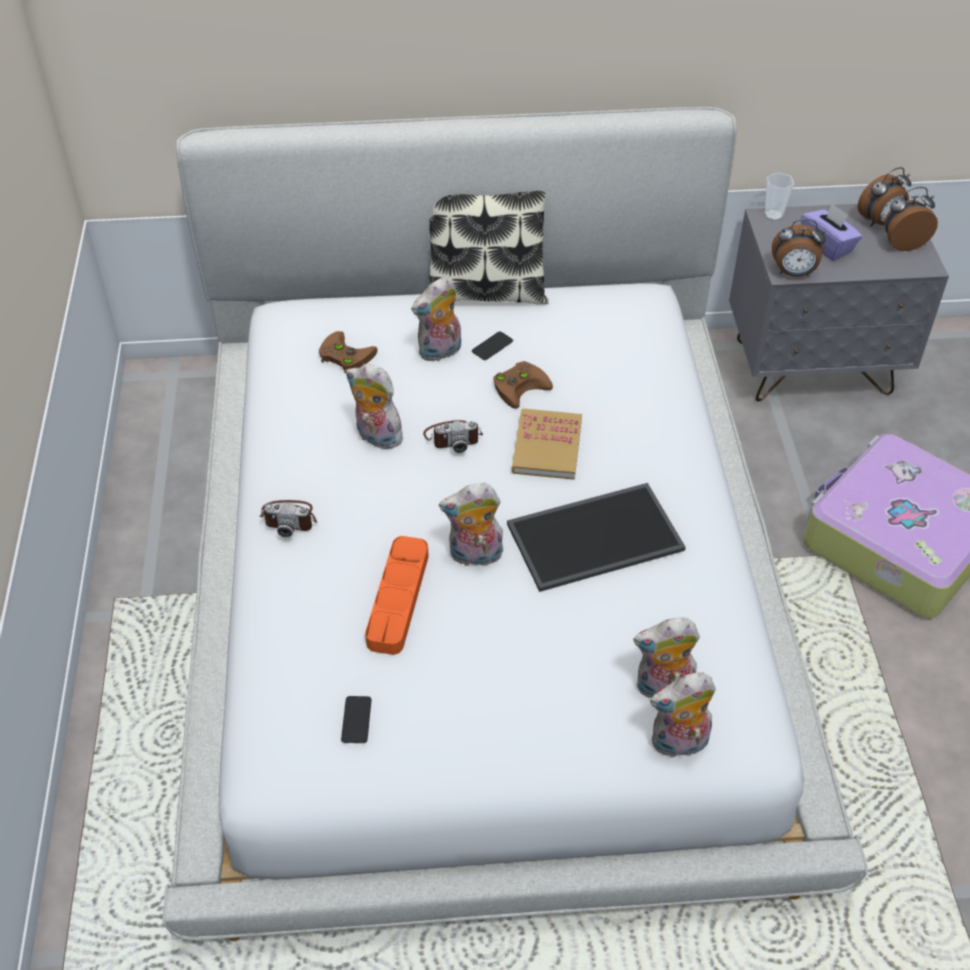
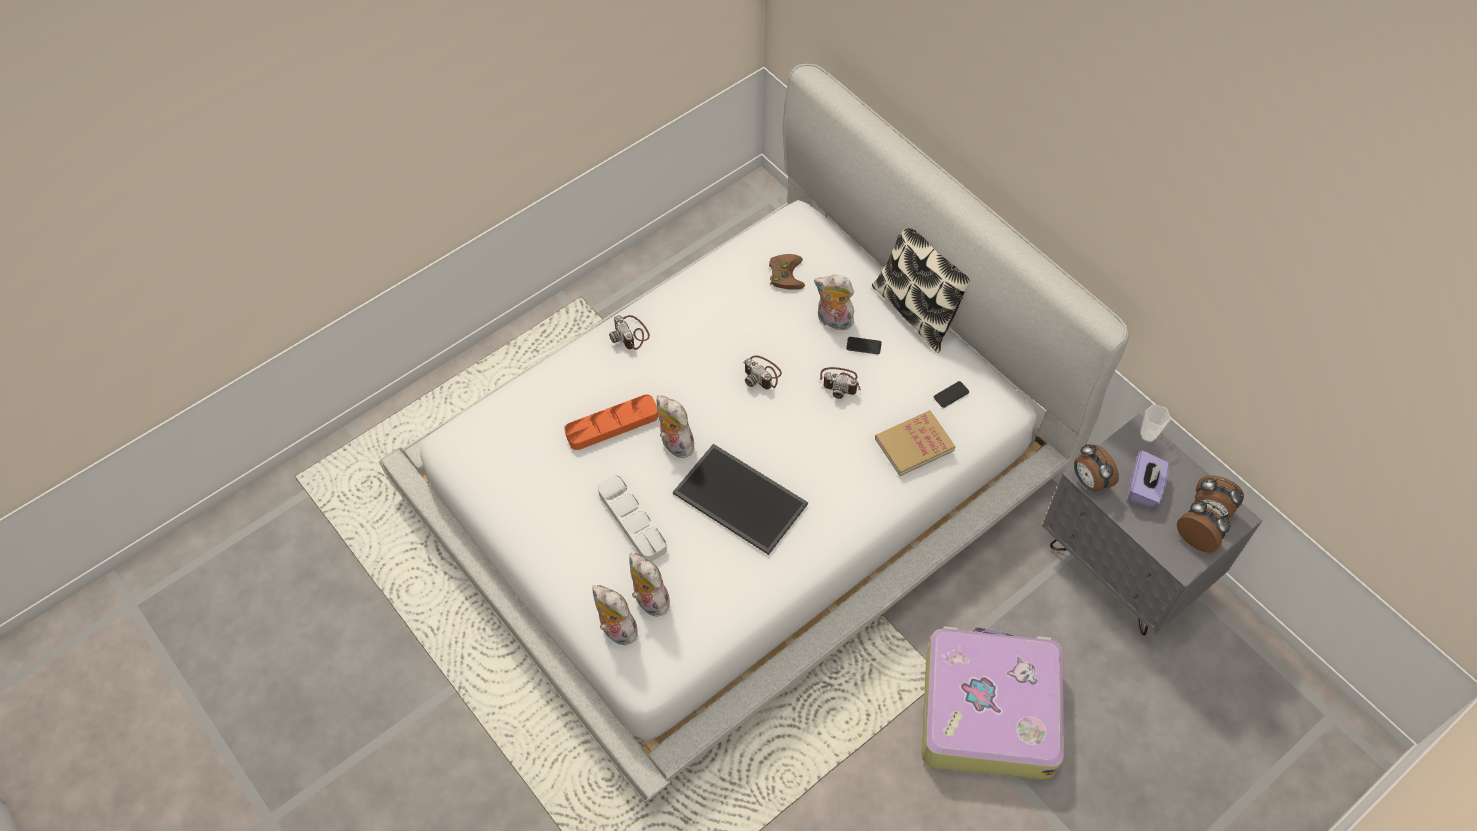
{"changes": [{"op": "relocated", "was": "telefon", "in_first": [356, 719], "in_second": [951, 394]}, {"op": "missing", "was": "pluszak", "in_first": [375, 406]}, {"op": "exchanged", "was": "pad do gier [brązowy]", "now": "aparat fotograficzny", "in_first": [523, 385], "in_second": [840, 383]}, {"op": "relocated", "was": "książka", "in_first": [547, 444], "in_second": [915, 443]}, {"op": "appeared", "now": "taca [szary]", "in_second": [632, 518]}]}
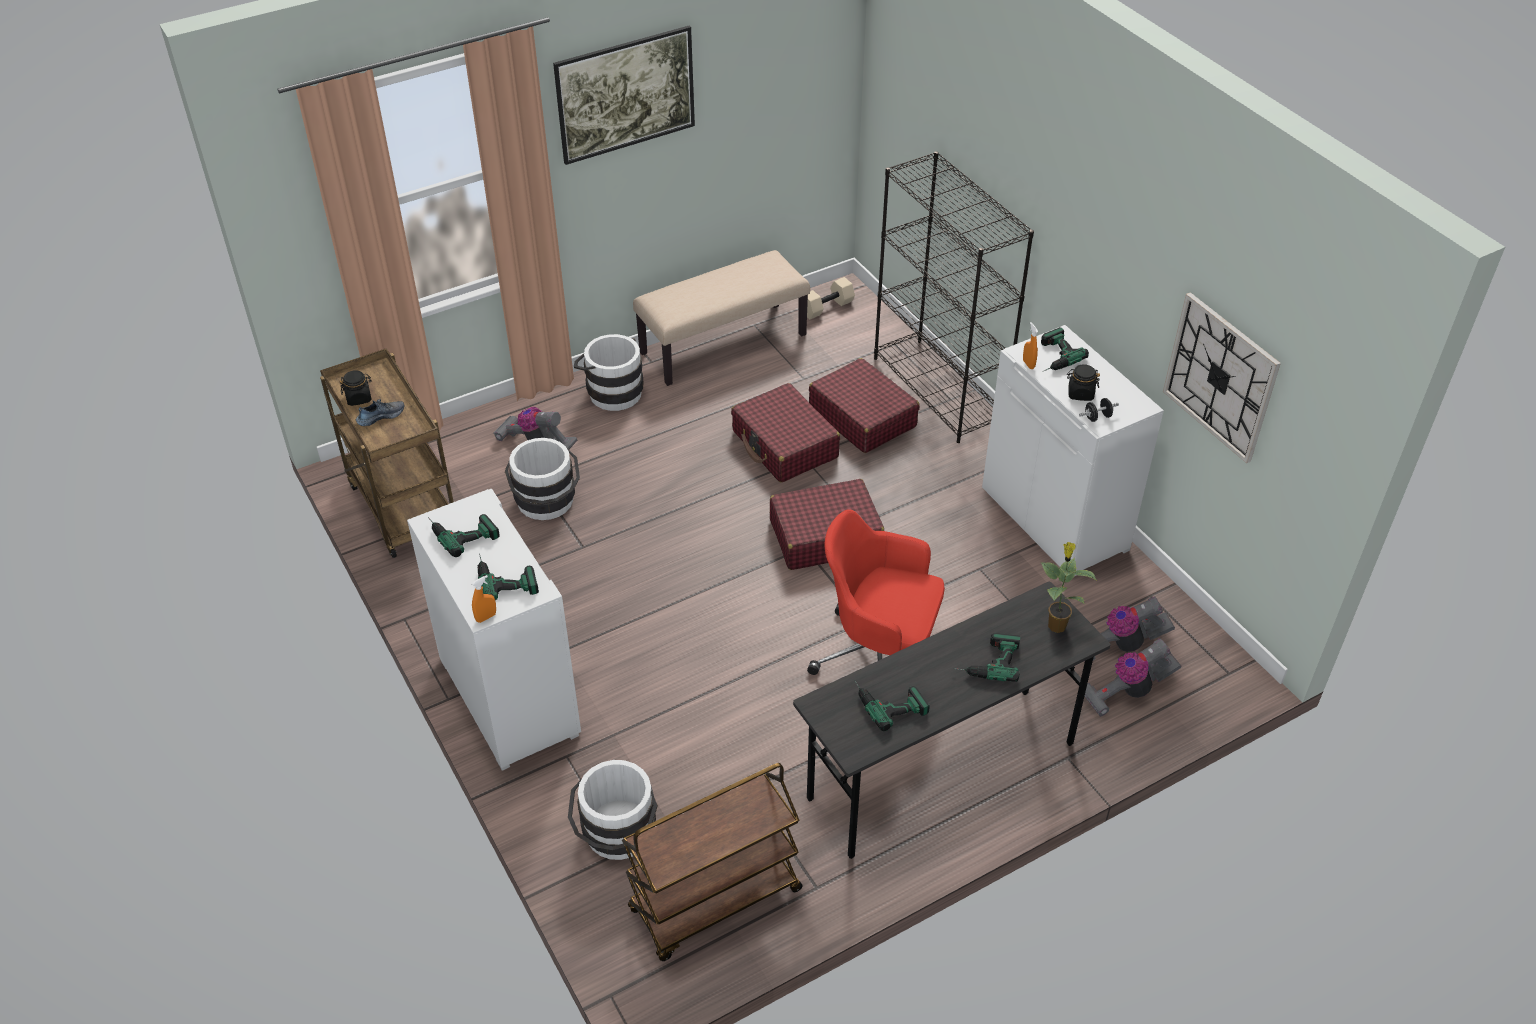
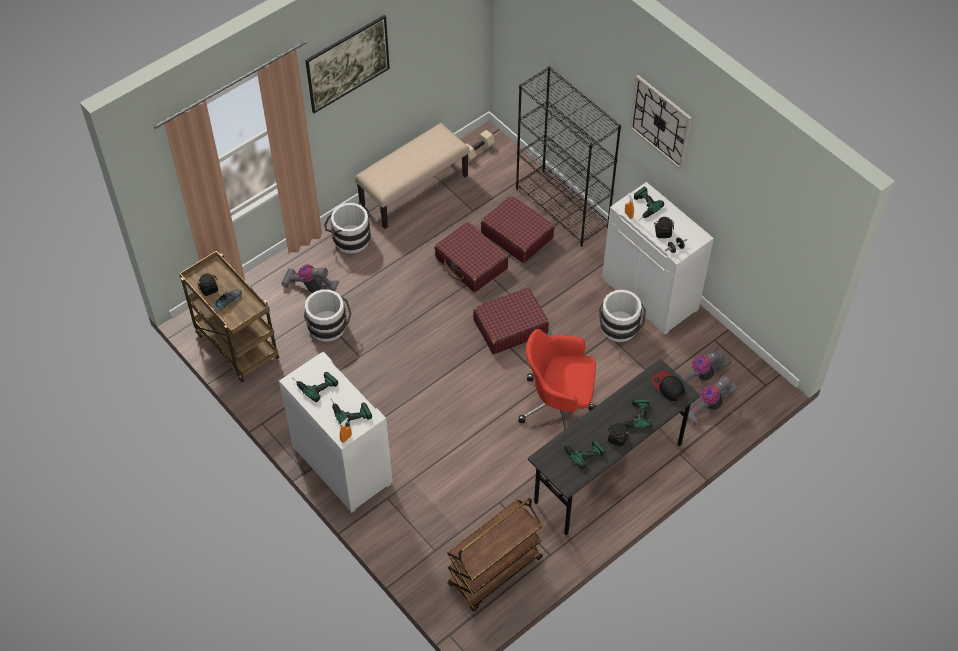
{"changes": [{"op": "relocated", "was": "wiadro [biały]", "in_first": [613, 810], "in_second": [622, 316]}, {"op": "exchanged", "was": "roślina doniczkowa", "now": "czapka z daszkiem", "in_first": [1069, 587], "in_second": [668, 386]}, {"op": "relocated", "was": "zegar ścienny", "in_first": [1222, 377], "in_second": [661, 122]}, {"op": "appeared", "now": "słoik [czarny]", "in_second": [618, 434]}]}
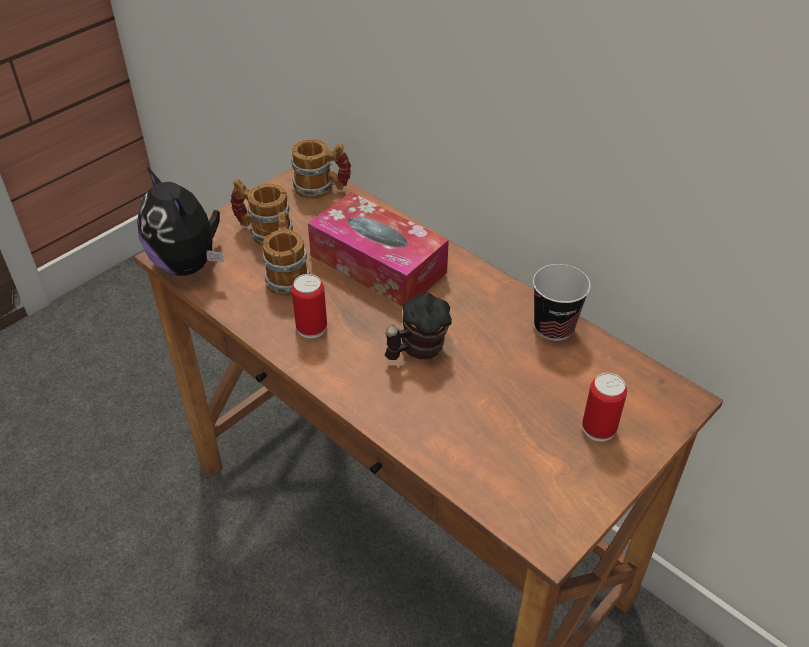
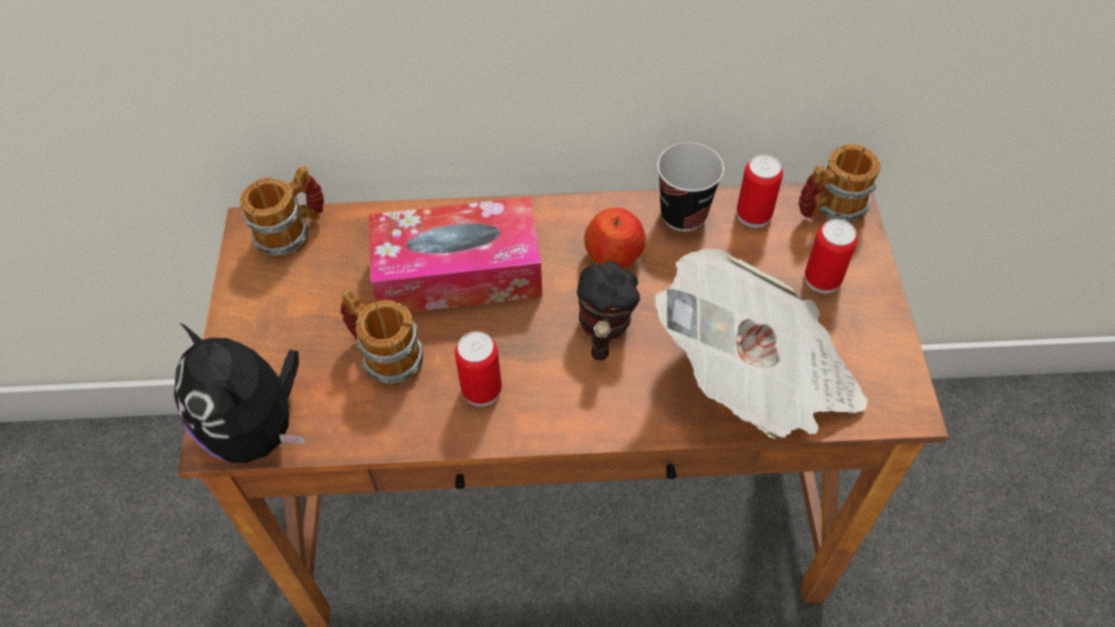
{"changes": [{"op": "spun", "was": "pluszak", "in_first": [180, 221], "in_second": [240, 393], "clockwise": 45}, {"op": "relocated", "was": "kubek", "in_first": [262, 212], "in_second": [840, 184]}, {"op": "appeared", "now": "jabłko", "in_second": [615, 238]}, {"op": "appeared", "now": "gazeta", "in_second": [761, 344]}, {"op": "appeared", "now": "puszka", "in_second": [760, 191]}]}
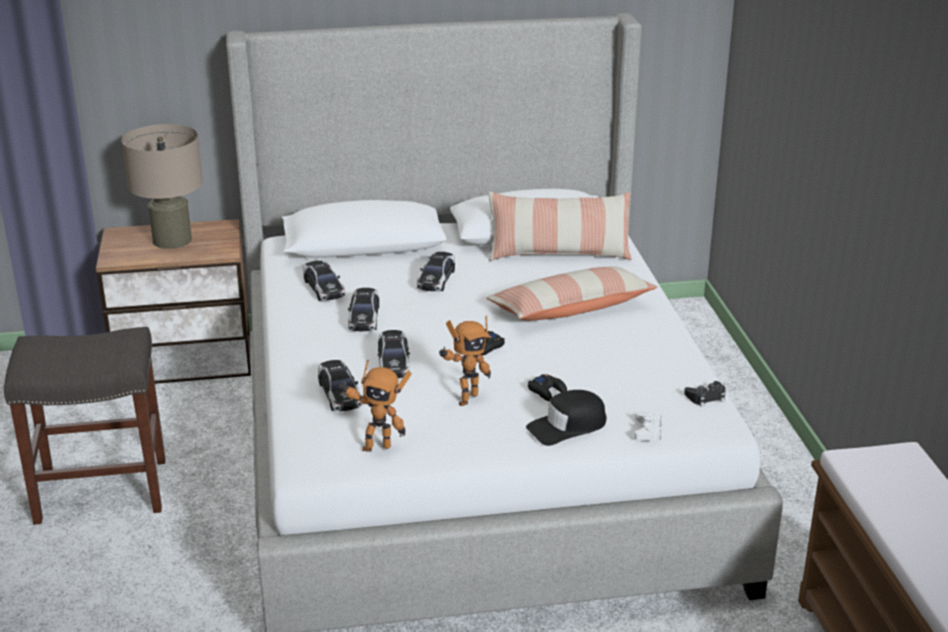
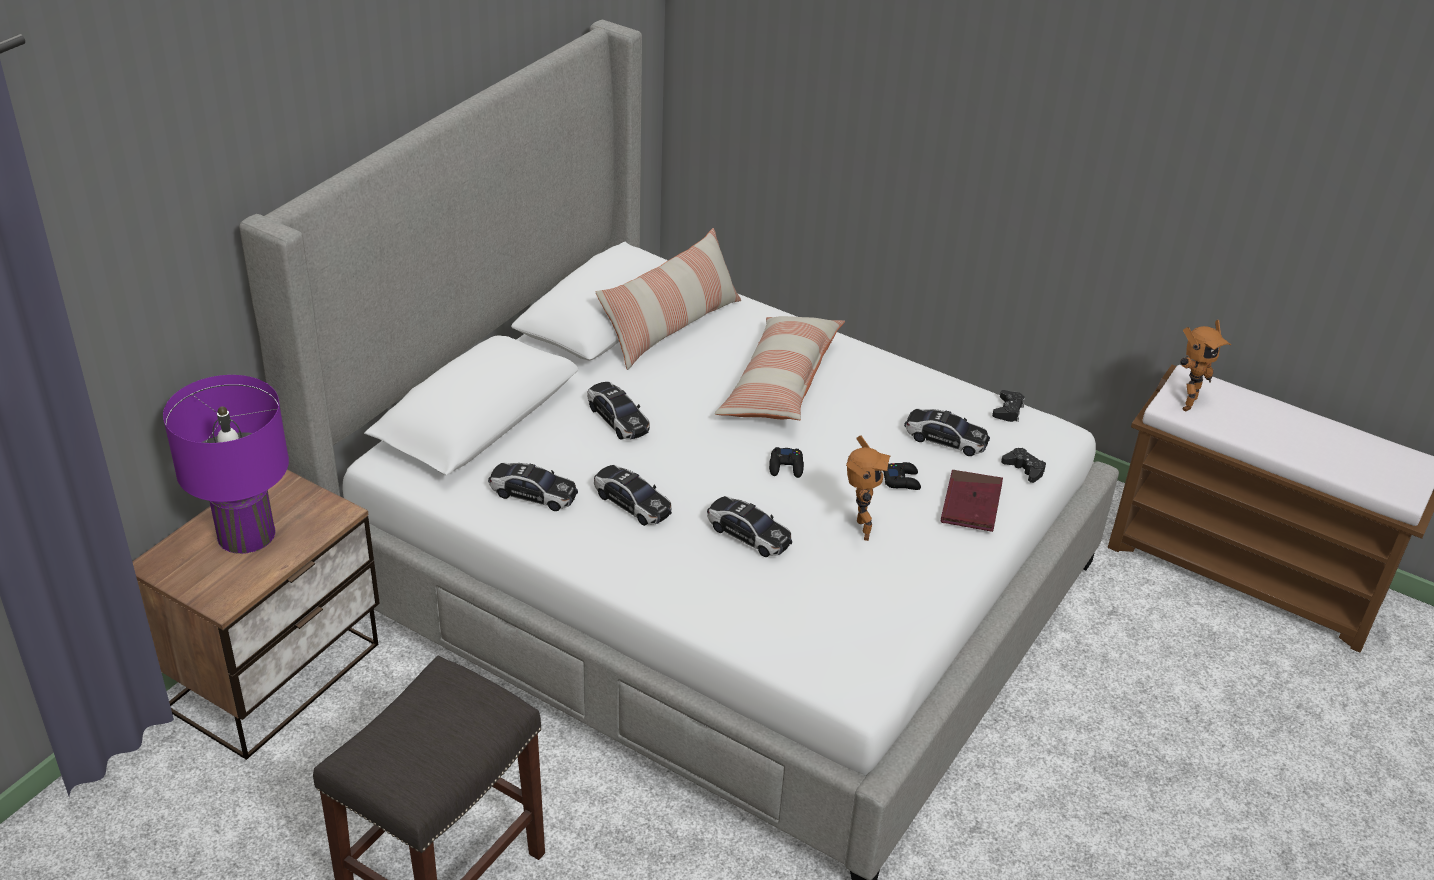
{"changes": [{"op": "colour", "was": "lampa stołowa [beżowy]", "now": "lampa stołowa [fioletowy]", "in_first": [162, 186], "in_second": [226, 464]}, {"op": "relocated", "was": "samochodzik", "in_first": [340, 385], "in_second": [947, 432]}, {"op": "relocated", "was": "robot zabawkowy", "in_first": [375, 406], "in_second": [1205, 366]}, {"op": "exchanged", "was": "czapka z daszkiem [czarny]", "now": "książka [czerwony]", "in_first": [566, 418], "in_second": [972, 501]}, {"op": "colour", "was": "pad do gier [biały]", "now": "pad do gier [czarny]", "in_first": [647, 426], "in_second": [1023, 465]}]}
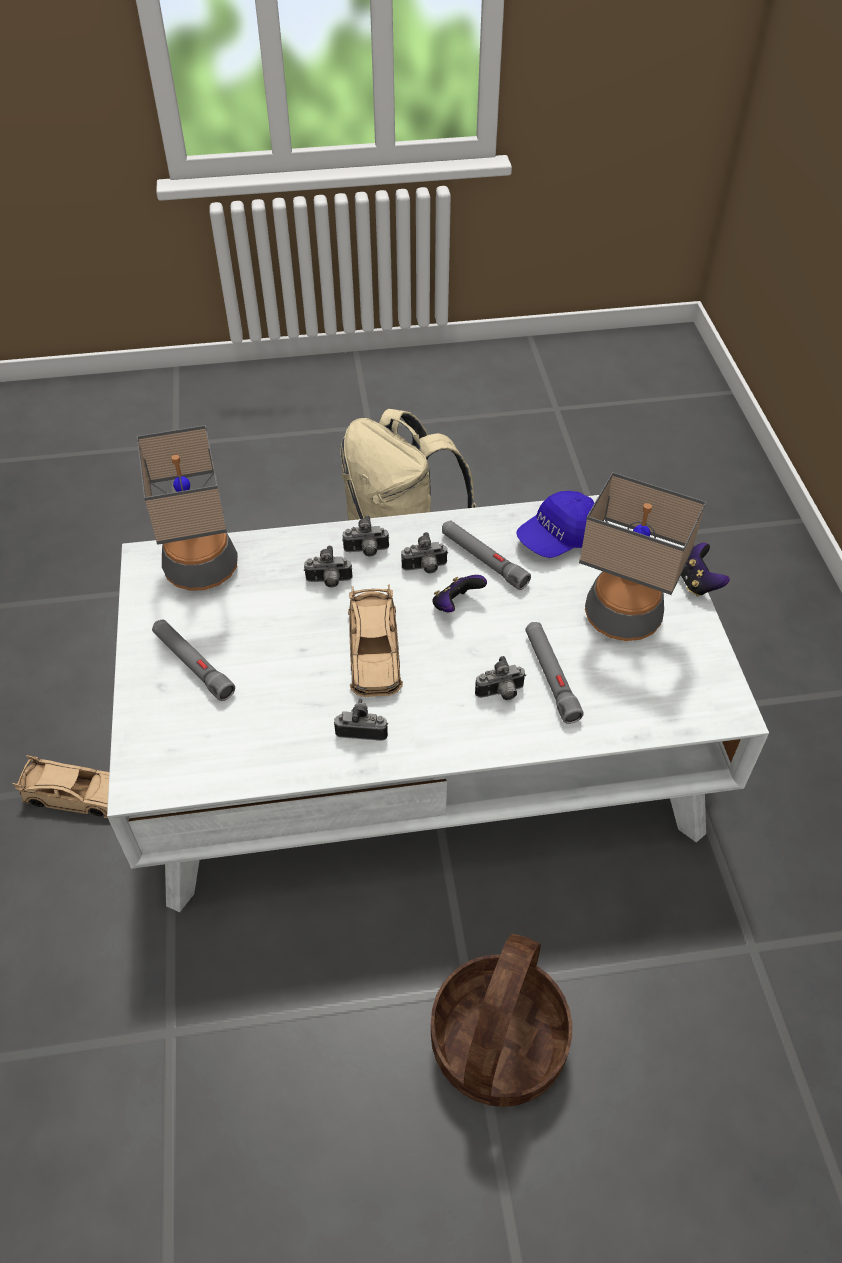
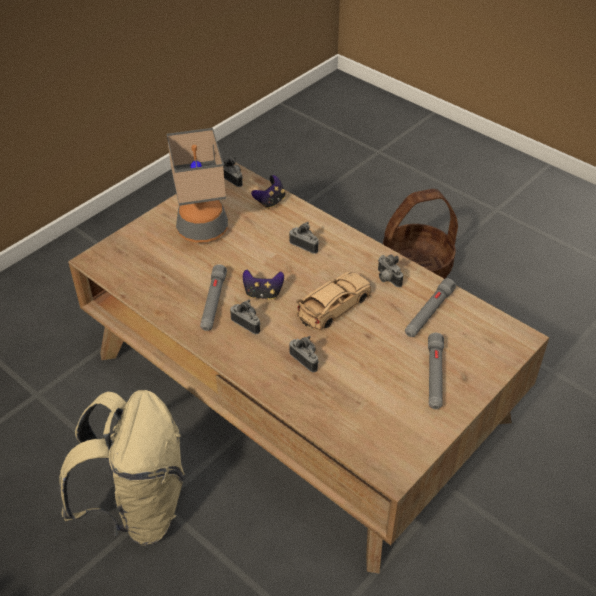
{"changes": [{"op": "missing", "was": "samochodzik [beżowy]", "in_first": [61, 786]}, {"op": "colour", "was": "ława [biały]", "now": "ława [brązowy]", "in_first": [438, 703], "in_second": [308, 368]}, {"op": "missing", "was": "lampa stołowa", "in_first": [187, 508]}, {"op": "relocated", "was": "aparat fotograficzny", "in_first": [365, 535], "in_second": [233, 172]}, {"op": "missing", "was": "czapka z daszkiem [niebieski]", "in_first": [555, 524]}, {"op": "relocated", "was": "latarka [szary]", "in_first": [554, 673], "in_second": [430, 307]}, {"op": "relocated", "was": "pad do gier", "in_first": [705, 570], "in_second": [268, 192]}]}
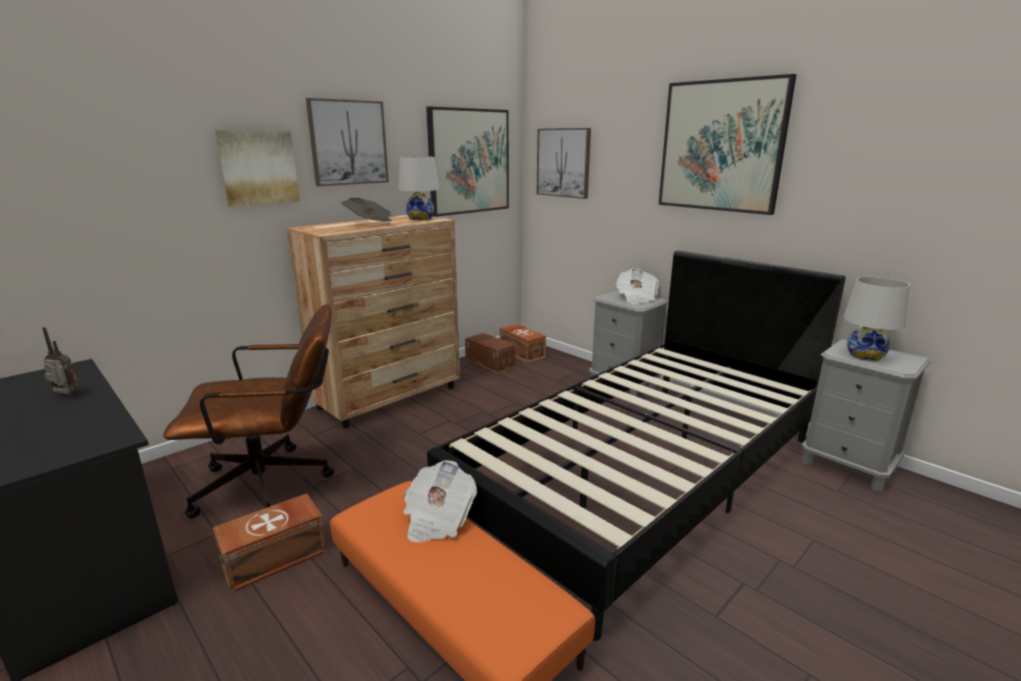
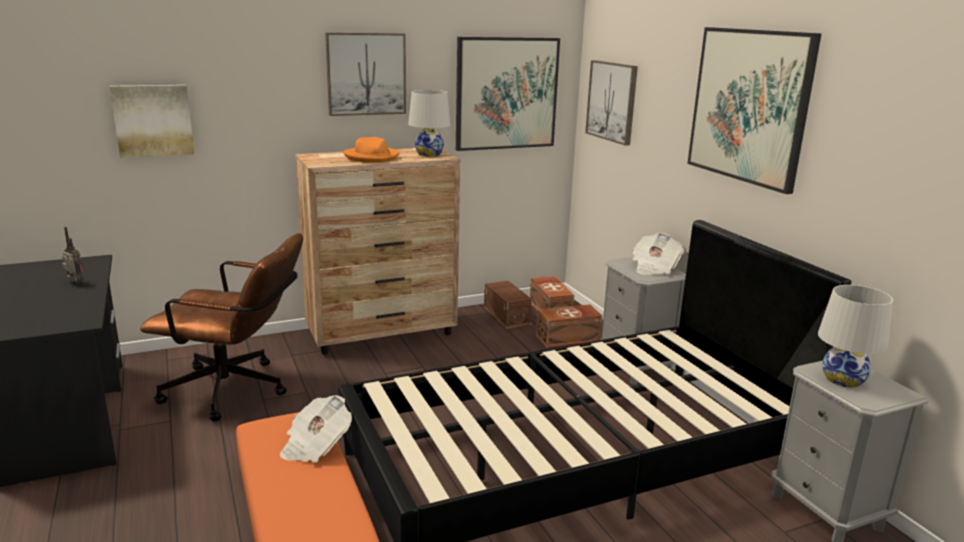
{"changes": [{"op": "relocated", "was": "pojemnik do przechowywania [brązowy]", "in_first": [270, 543], "in_second": [569, 326]}, {"op": "relocated", "was": "obraz", "in_first": [257, 168], "in_second": [152, 121]}, {"op": "exchanged", "was": "gazeta", "now": "kapelusz [pomarańczowy]", "in_first": [366, 210], "in_second": [371, 150]}]}
